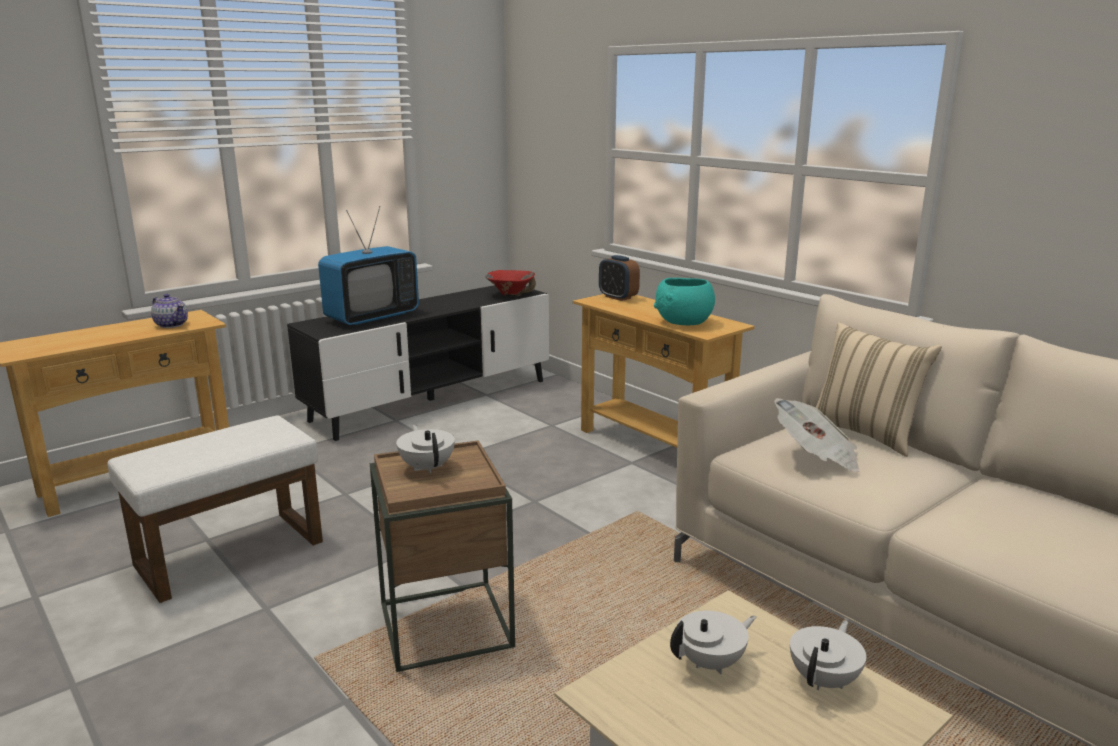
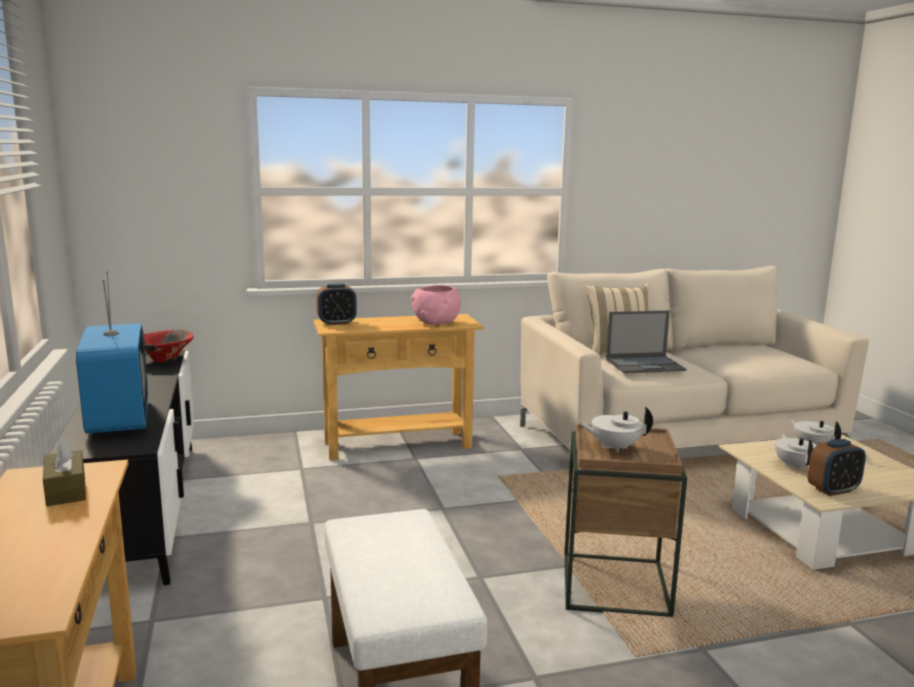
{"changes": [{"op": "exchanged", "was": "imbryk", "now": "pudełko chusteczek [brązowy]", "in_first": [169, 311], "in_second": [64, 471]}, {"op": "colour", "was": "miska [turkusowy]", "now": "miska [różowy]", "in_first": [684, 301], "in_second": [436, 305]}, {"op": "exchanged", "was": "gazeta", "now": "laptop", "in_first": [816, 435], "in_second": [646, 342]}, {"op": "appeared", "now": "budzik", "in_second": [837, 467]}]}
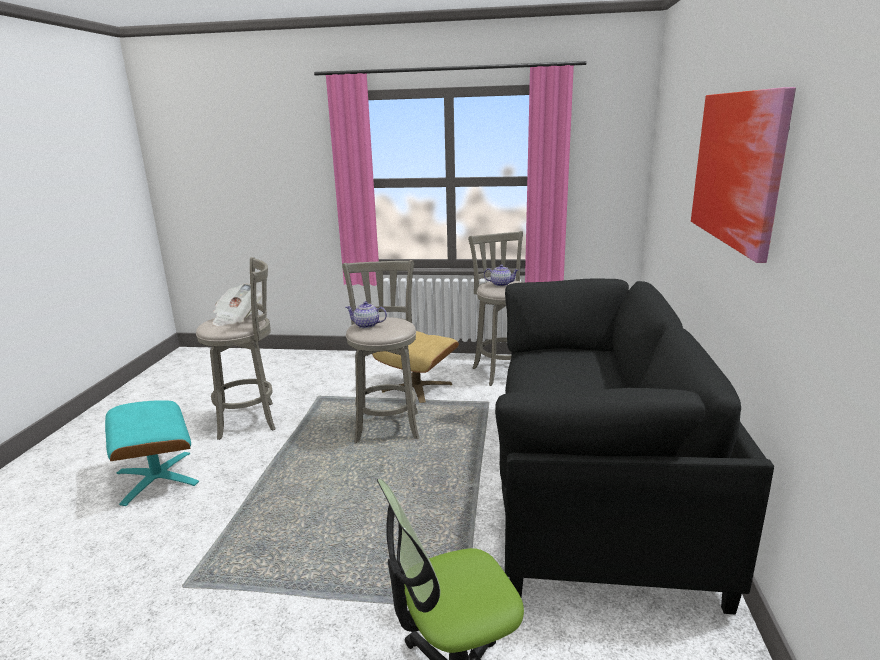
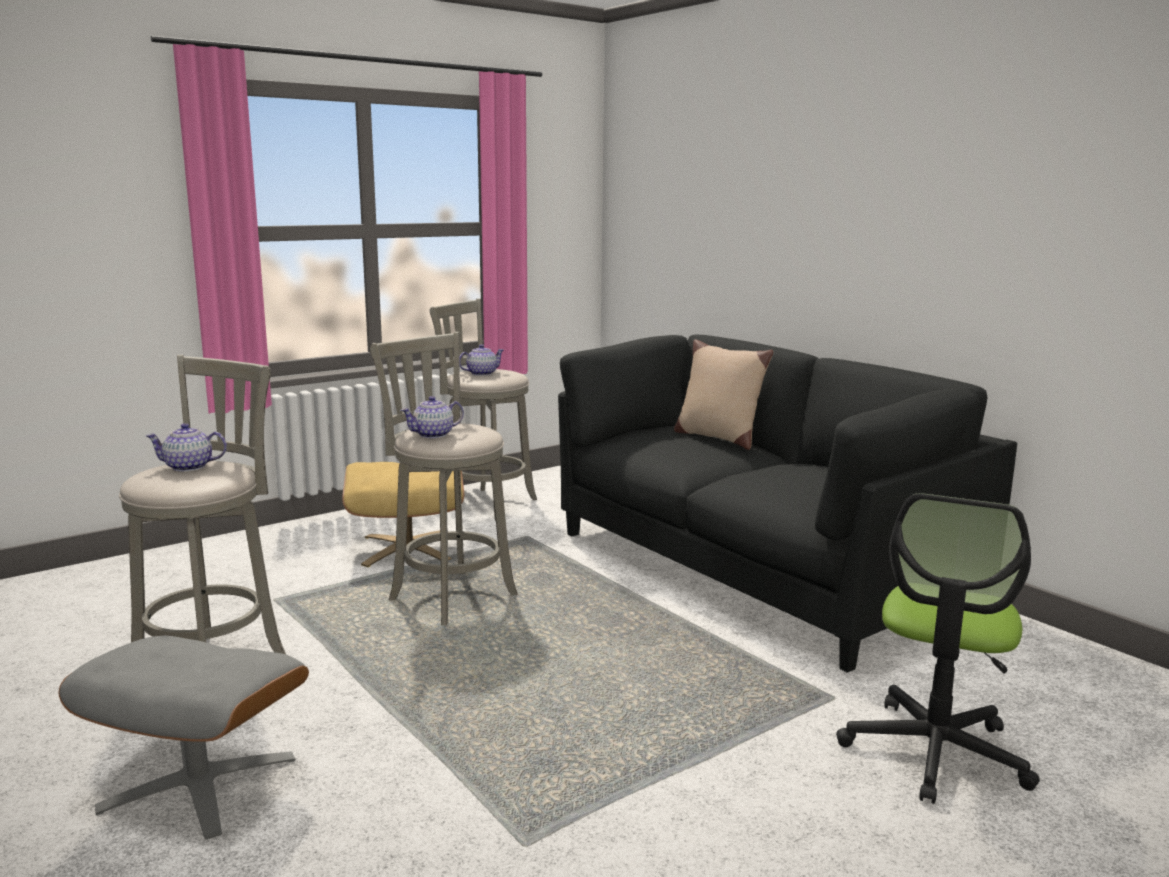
{"changes": [{"op": "colour", "was": "pufa [turkusowy]", "now": "pufa [szary]", "in_first": [152, 453], "in_second": [184, 738]}, {"op": "exchanged", "was": "gazeta", "now": "imbryk", "in_first": [237, 304], "in_second": [186, 447]}, {"op": "missing", "was": "obraz", "in_first": [743, 175]}, {"op": "appeared", "now": "poduszka [beżowy]", "in_second": [723, 394]}]}
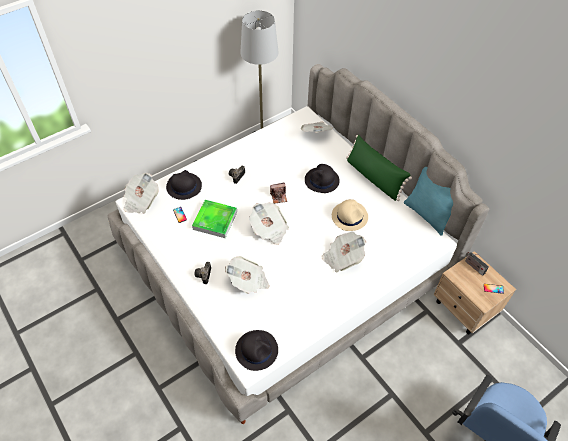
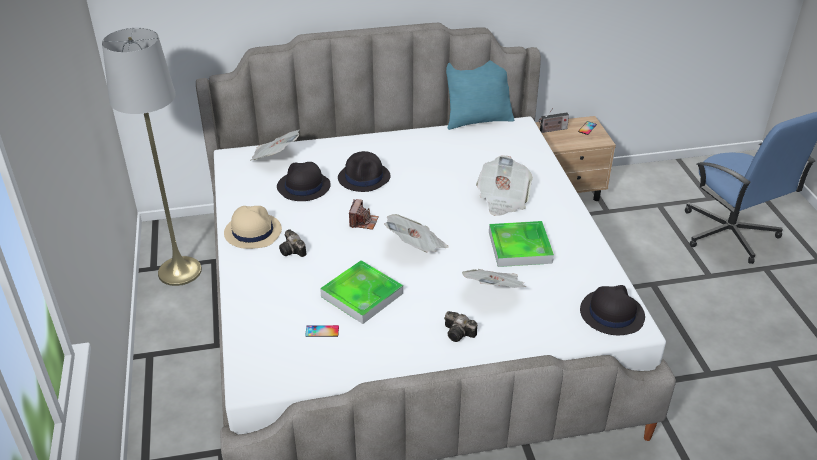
{"changes": [{"op": "missing", "was": "gazeta", "in_first": [141, 193]}, {"op": "relocated", "was": "kapelusz [czarny]", "in_first": [184, 185], "in_second": [304, 181]}, {"op": "relocated", "was": "kapelusz [beżowy]", "in_first": [350, 215], "in_second": [253, 227]}, {"op": "missing", "was": "poduszka [zielony]", "in_first": [379, 168]}, {"op": "appeared", "now": "taca", "in_second": [521, 244]}]}
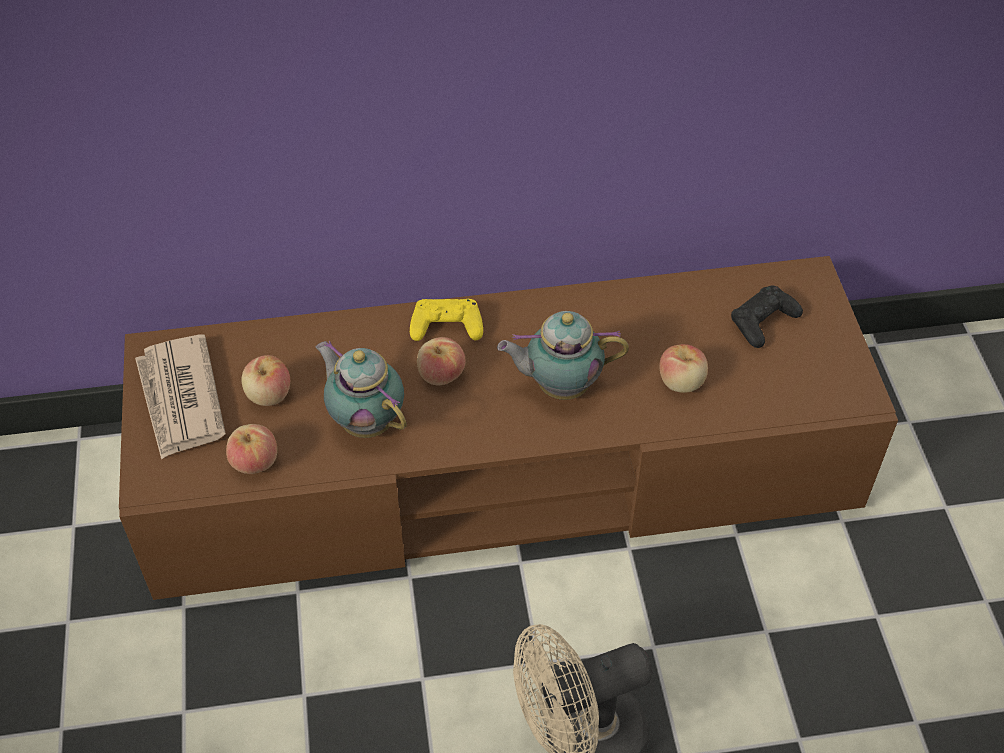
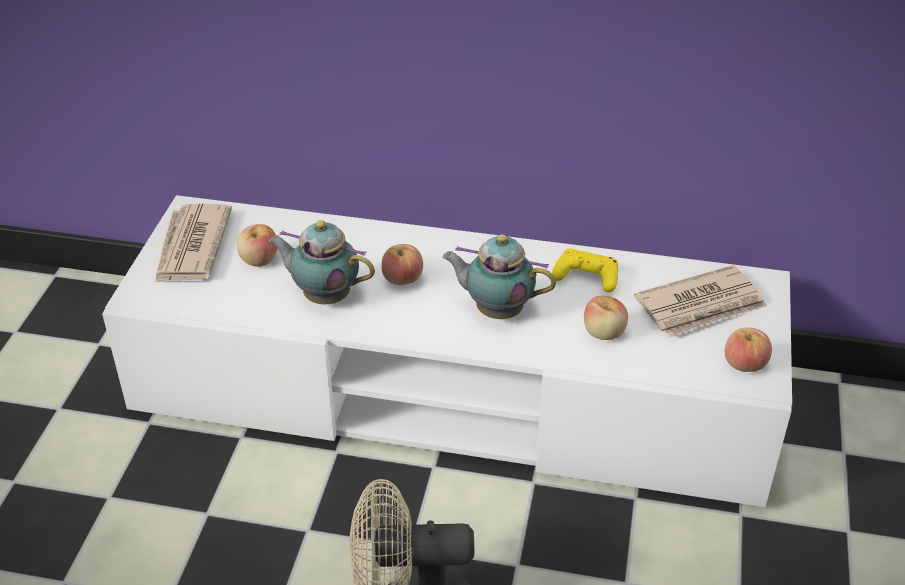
{"changes": [{"op": "colour", "was": "szafka pod telewizor [brązowy]", "now": "szafka pod telewizor [biały]", "in_first": [508, 428], "in_second": [447, 351]}, {"op": "relocated", "was": "jabłko", "in_first": [251, 449], "in_second": [748, 349]}, {"op": "spun", "was": "imbryk", "in_first": [361, 389], "in_second": [322, 262], "clockwise": -45}, {"op": "relocated", "was": "pad do gier [żółty]", "in_first": [446, 320], "in_second": [585, 271]}, {"op": "exchanged", "was": "pad do gier [czarny]", "now": "gazeta", "in_first": [767, 317], "in_second": [700, 301]}]}
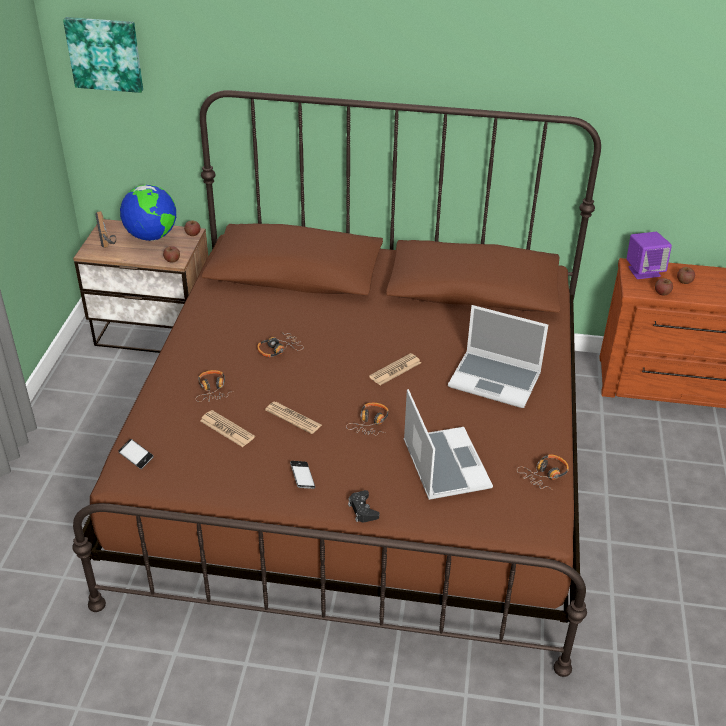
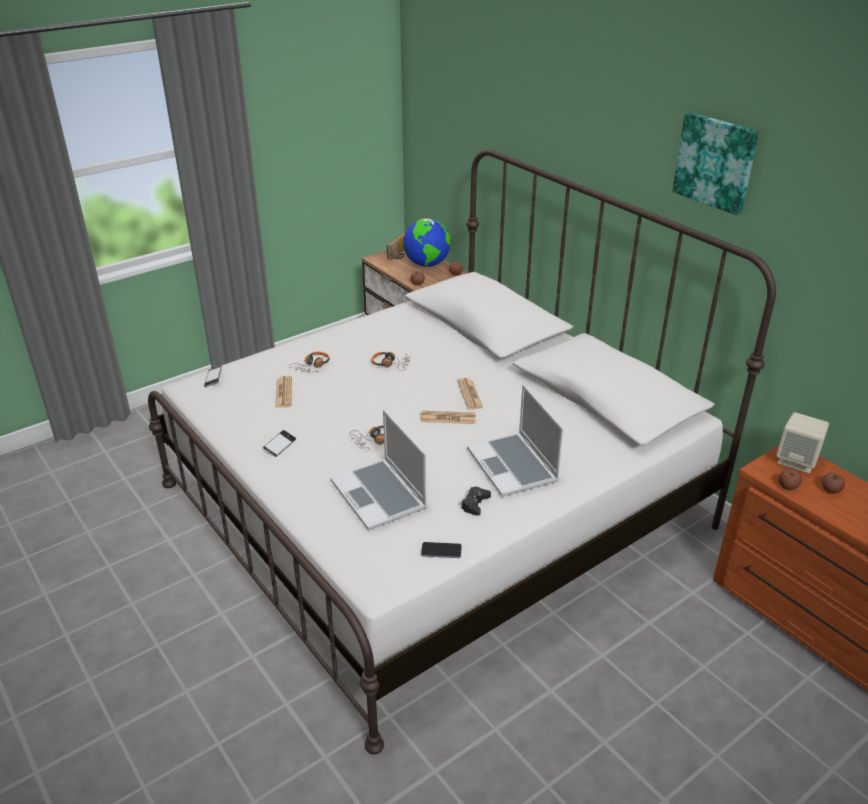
{"changes": [{"op": "relocated", "was": "obraz", "in_first": [103, 55], "in_second": [715, 163]}, {"op": "colour", "was": "łóżko [brązowy]", "now": "łóżko [biały]", "in_first": [336, 383], "in_second": [462, 452]}, {"op": "relocated", "was": "gazeta", "in_first": [293, 417], "in_second": [470, 394]}, {"op": "relocated", "was": "pad do gier [czarny]", "in_first": [363, 506], "in_second": [476, 501]}, {"op": "spun", "was": "laptop", "in_first": [448, 444], "in_second": [379, 470], "clockwise": 120}, {"op": "exchanged", "was": "słuchawki", "now": "telefon", "in_first": [543, 472], "in_second": [441, 550]}, {"op": "colour", "was": "głośnik [fioletowy]", "now": "głośnik [beżowy]", "in_first": [649, 255], "in_second": [802, 442]}]}
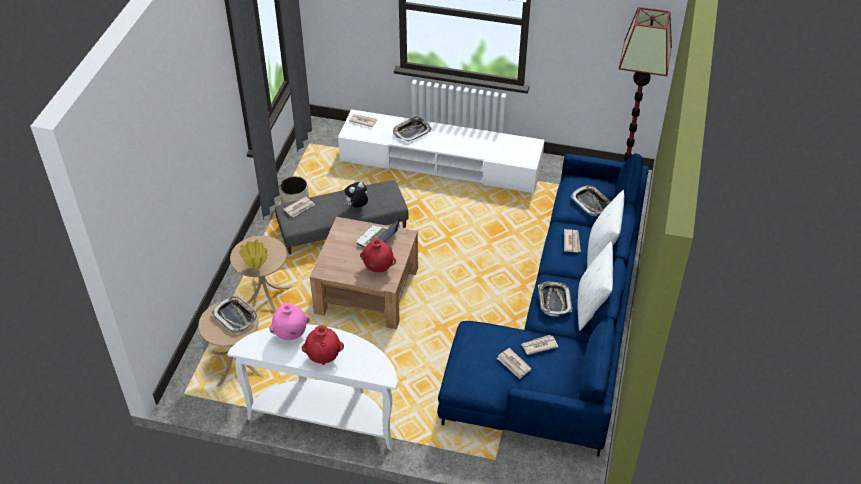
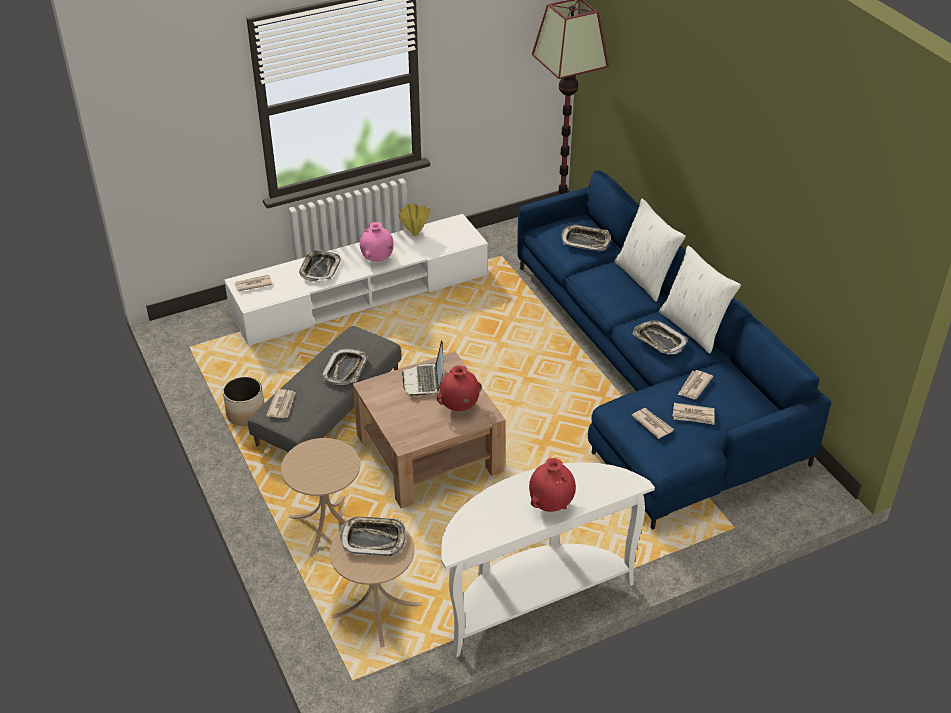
{"changes": [{"op": "relocated", "was": "wazon [żółty]", "in_first": [253, 255], "in_second": [414, 220]}, {"op": "relocated", "was": "wazon [różowy]", "in_first": [289, 321], "in_second": [377, 242]}, {"op": "exchanged", "was": "pluszak", "now": "taca", "in_first": [356, 195], "in_second": [344, 366]}, {"op": "relocated", "was": "gazeta", "in_first": [572, 241], "in_second": [652, 423]}]}
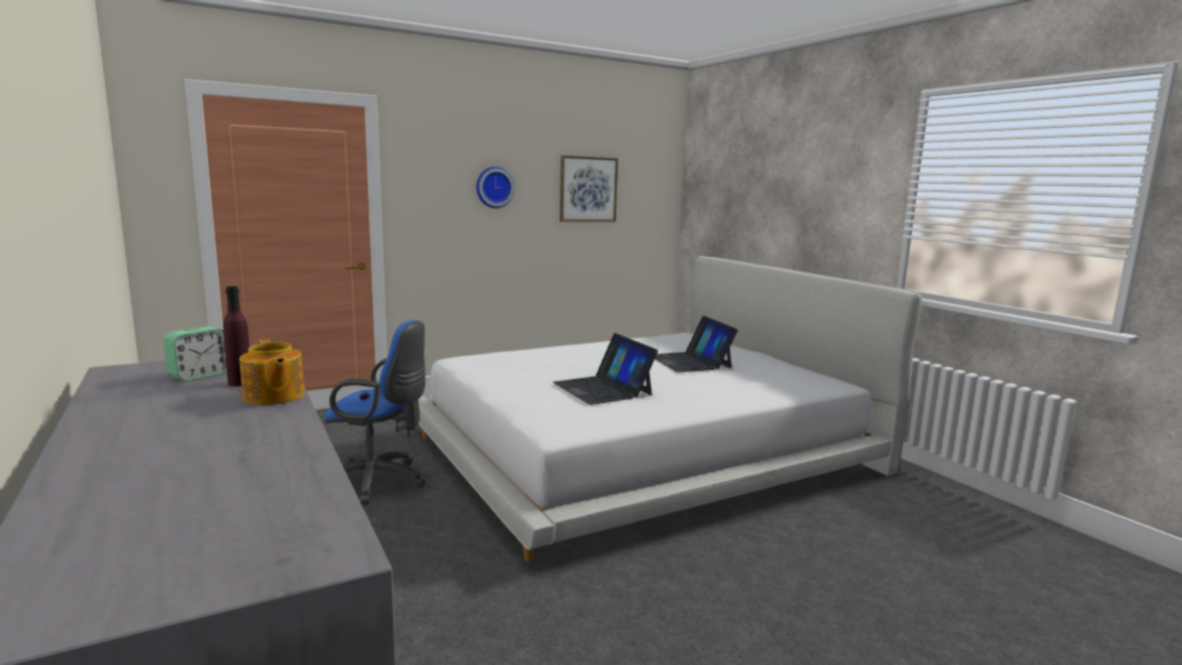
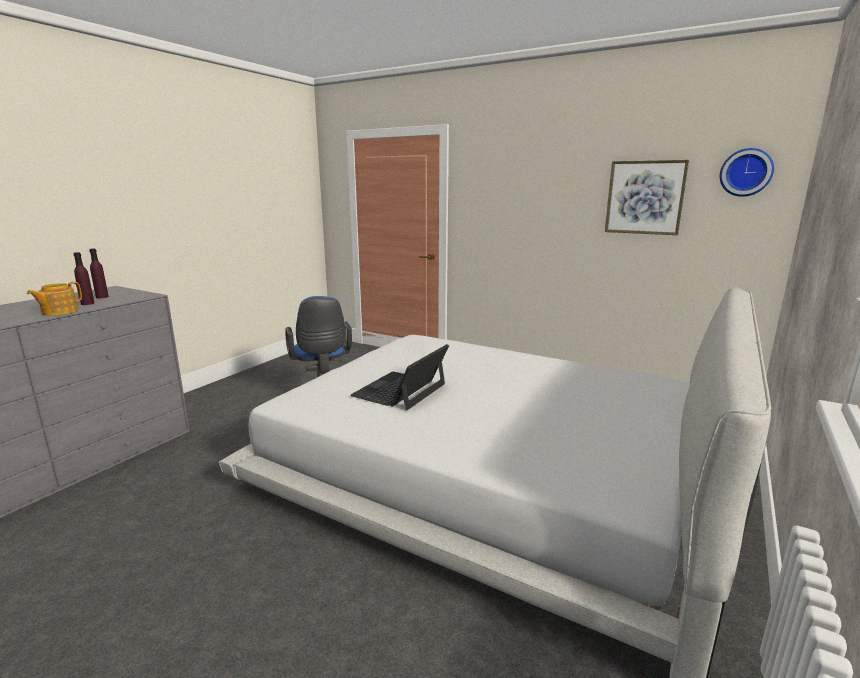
{"changes": [{"op": "exchanged", "was": "budzik", "now": "butelka [fioletowy]", "in_first": [195, 354], "in_second": [99, 273]}, {"op": "relocated", "was": "zegar ścienny", "in_first": [495, 187], "in_second": [747, 172]}, {"op": "missing", "was": "laptop", "in_first": [696, 344]}]}
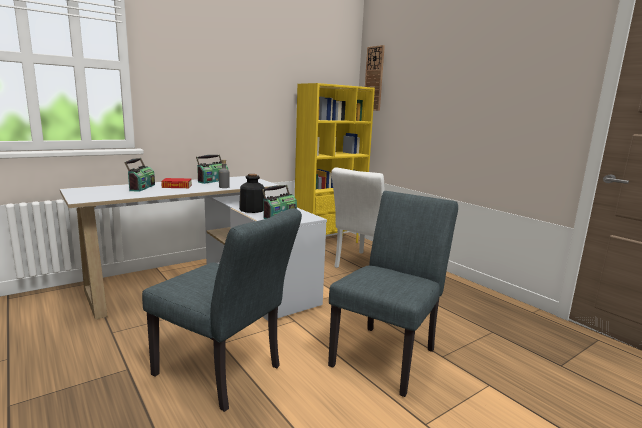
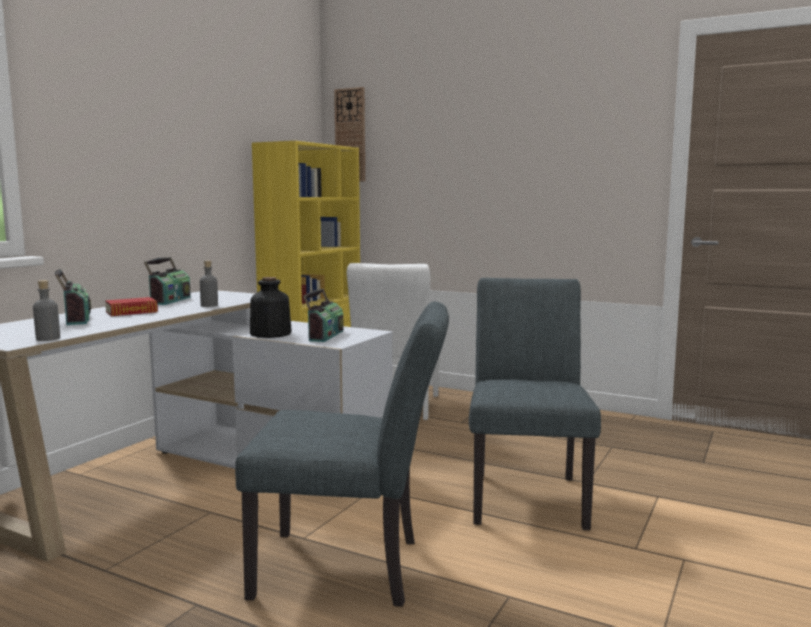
{"changes": [{"op": "appeared", "now": "butelka [szary]", "in_second": [46, 310]}]}
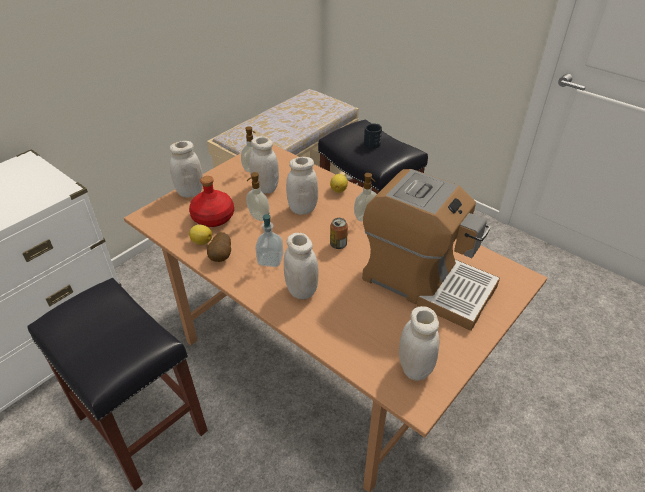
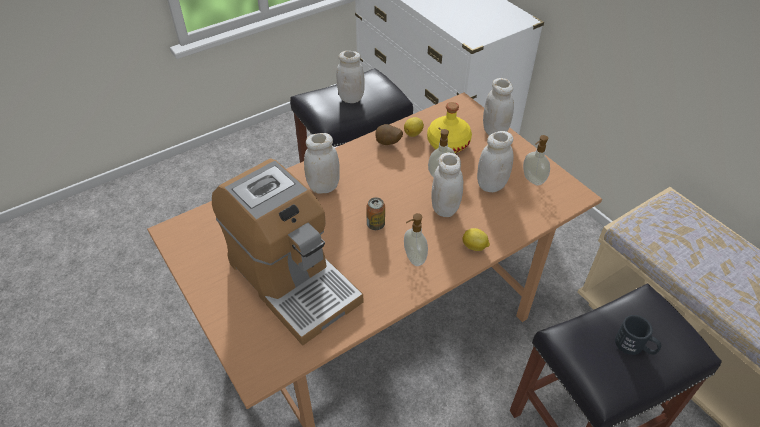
{"changes": [{"op": "colour", "was": "butelka [czerwony]", "now": "butelka [żółty]", "in_first": [211, 201], "in_second": [449, 127]}, {"op": "missing", "was": "dozownik mydła", "in_first": [269, 240]}, {"op": "spun", "was": "ekspres do kawy", "in_first": [431, 250], "in_second": [288, 251], "clockwise": -90}, {"op": "relocated", "was": "słoik [biały]", "in_first": [419, 343], "in_second": [350, 77]}]}
